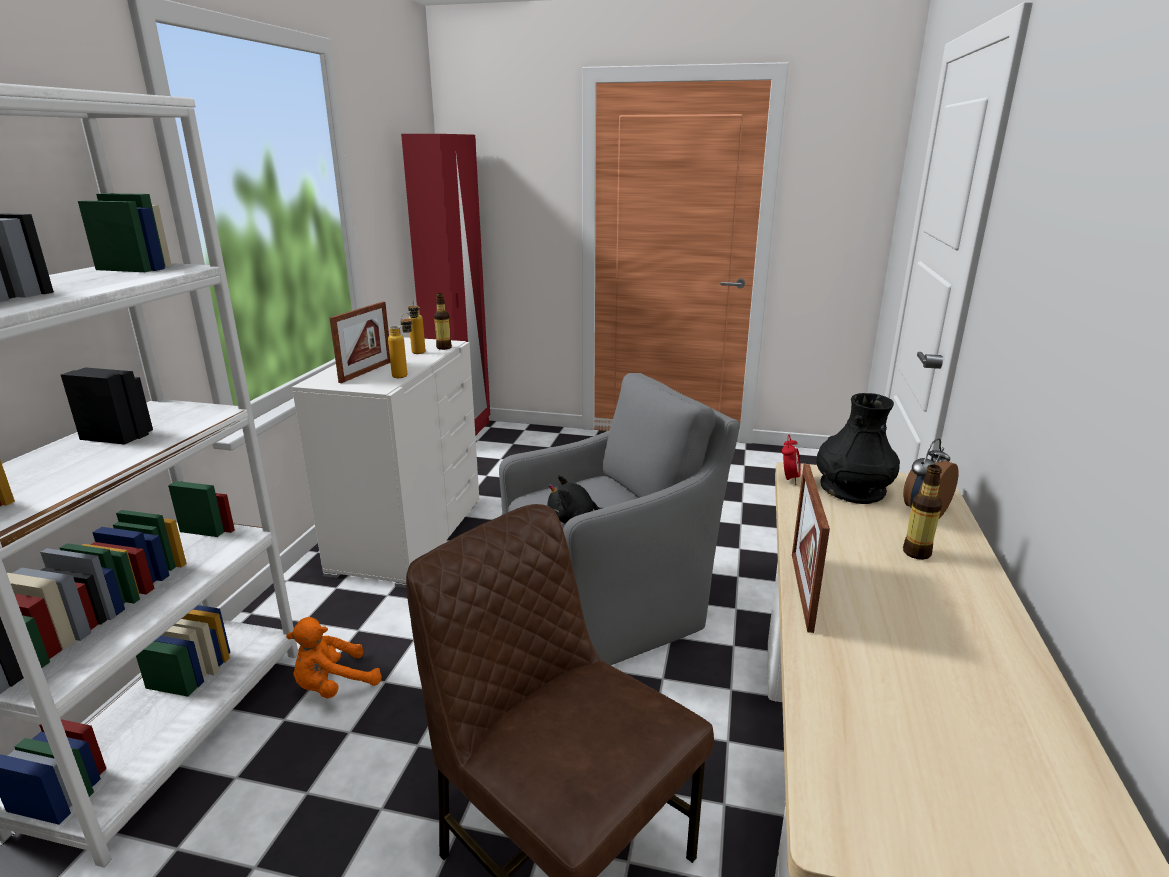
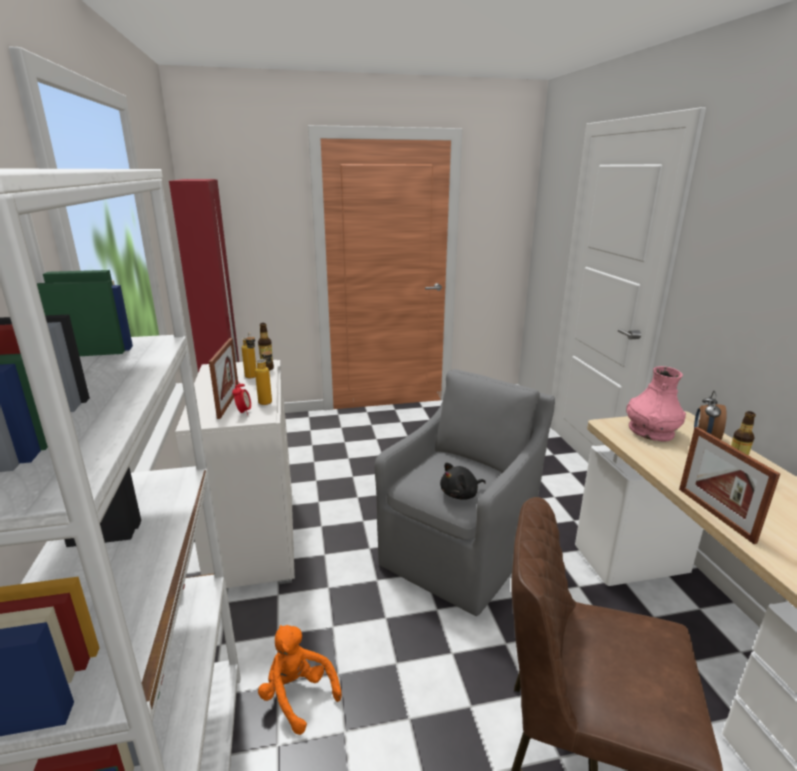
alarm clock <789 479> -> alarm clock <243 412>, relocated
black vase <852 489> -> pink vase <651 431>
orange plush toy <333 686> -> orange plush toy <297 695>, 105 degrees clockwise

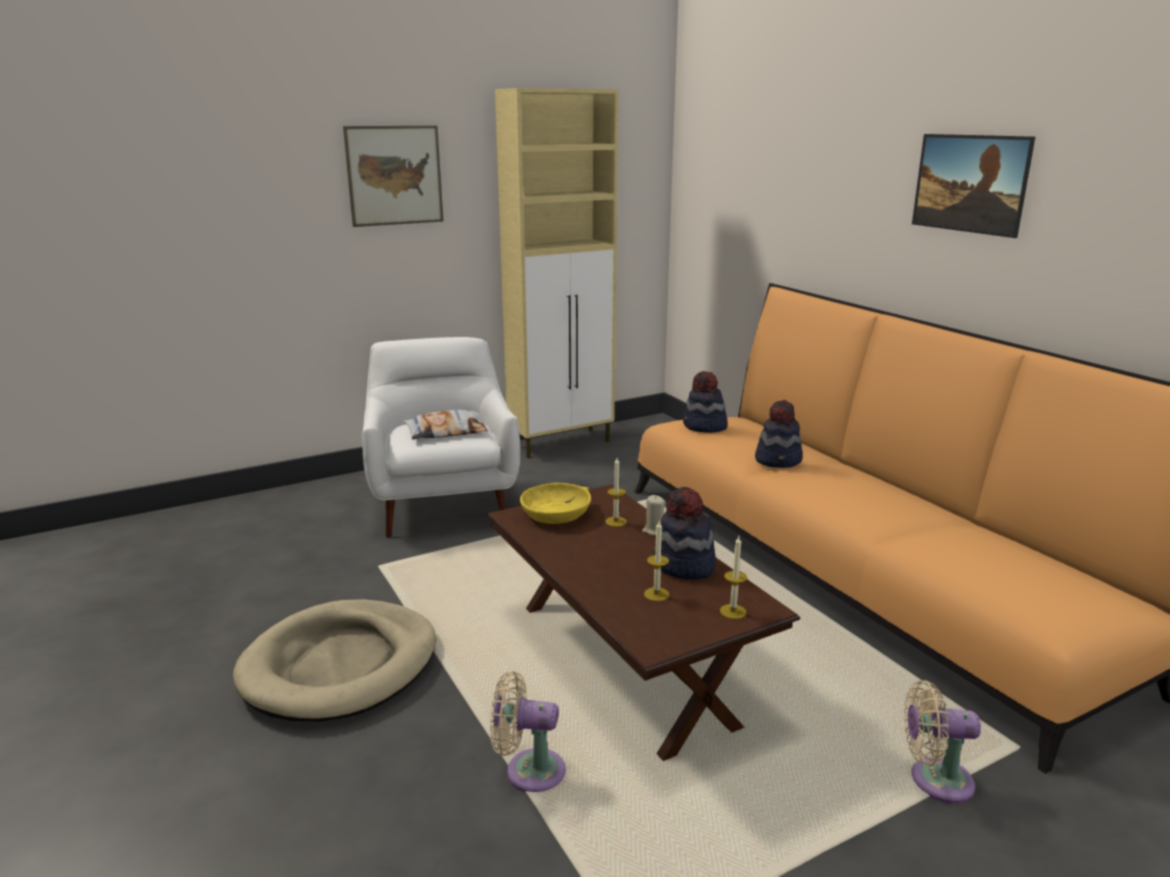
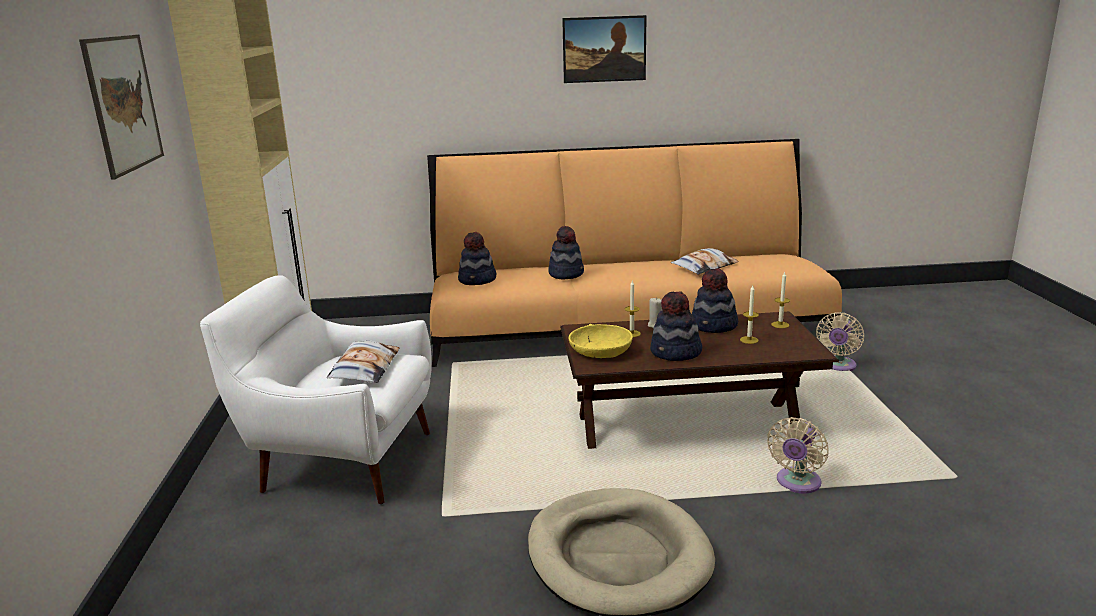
none -> hat <675 353>
none -> pillow <704 267>

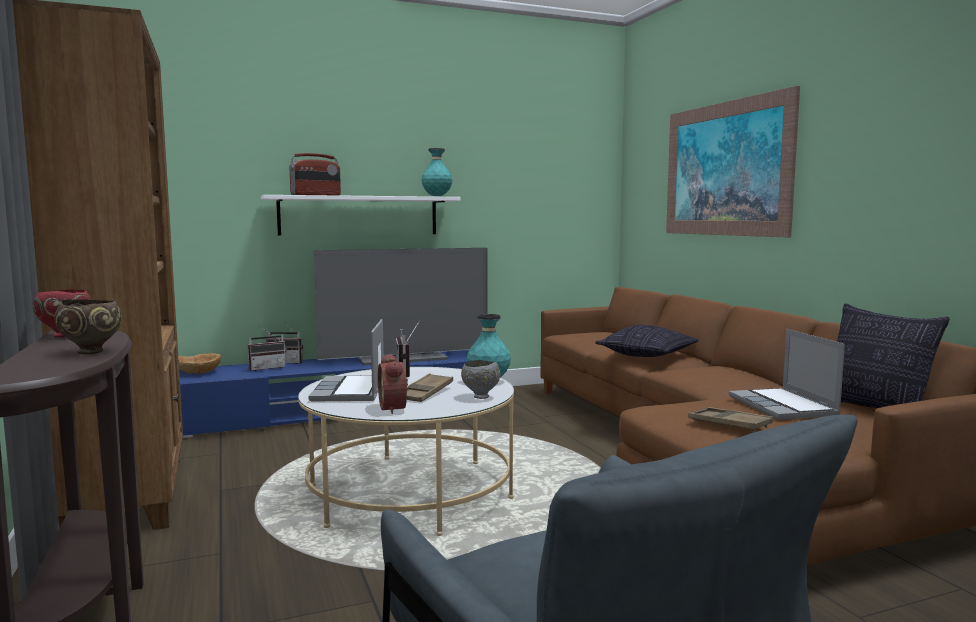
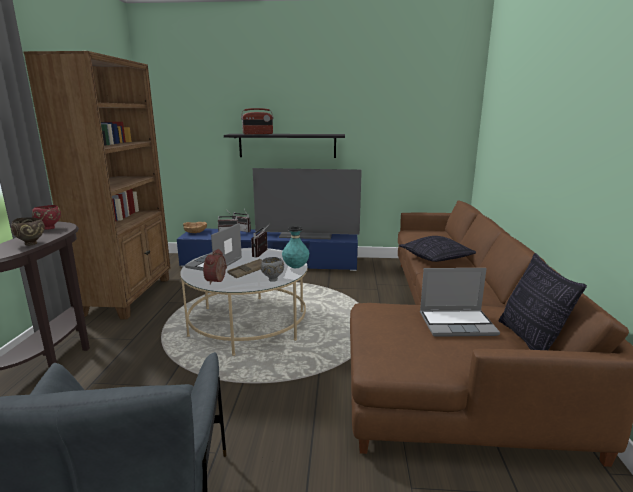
turquoise vase <437 196> -> none
picture <725 169> -> none
brown tray <729 424> -> none
white shelf <359 215> -> black shelf <287 145>
laptop <784 406> -> laptop <457 324>, 105 degrees counterclockwise

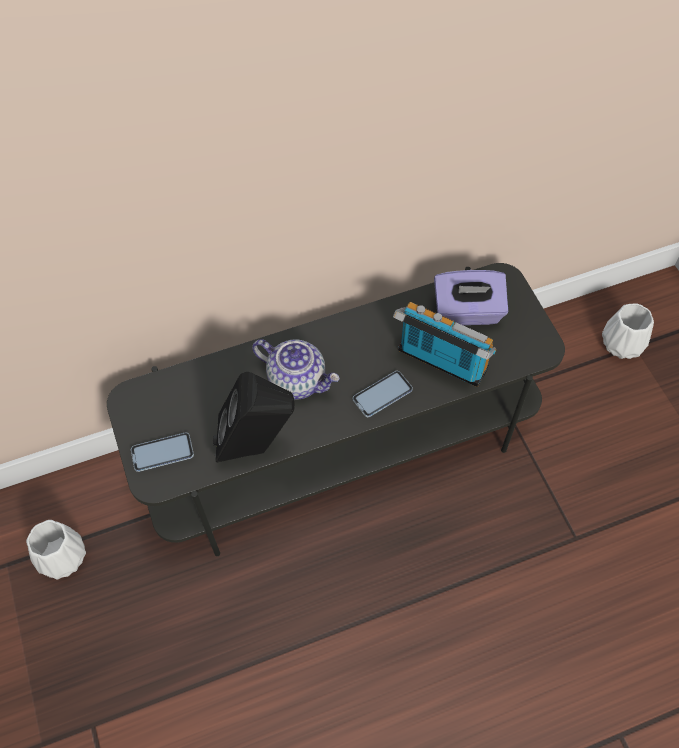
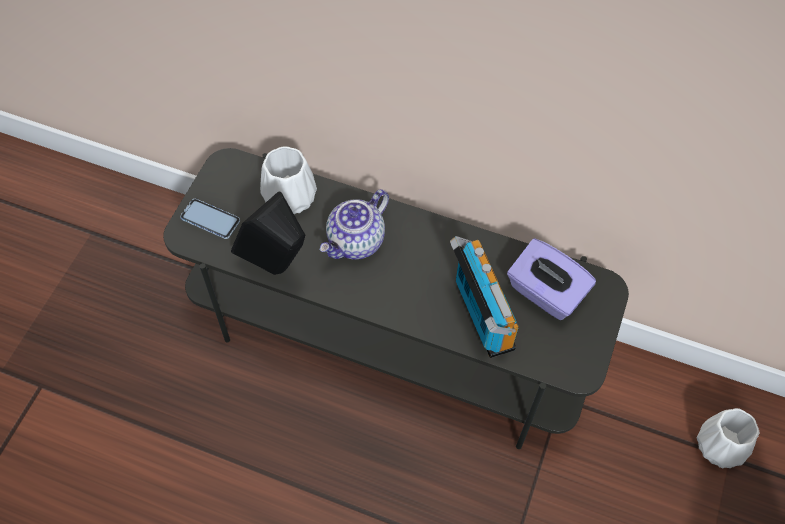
phone <382 394> -> none
white vase <63 556> -> white vase <291 197>, relocated
teapot <298 380> -> teapot <356 242>, 60 degrees clockwise

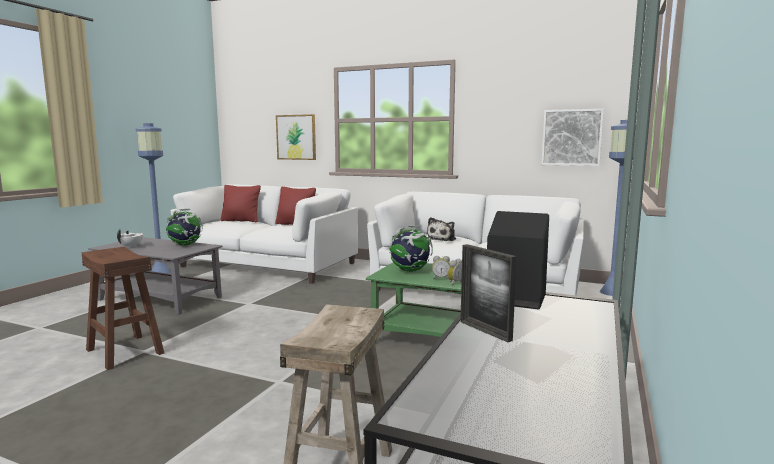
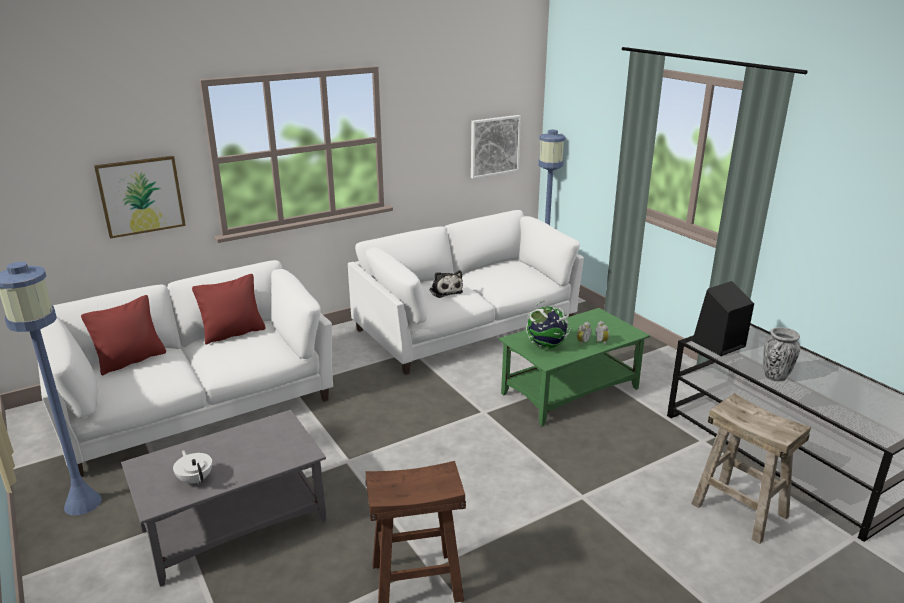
globe <185 245> -> none
picture frame <485 330> -> vase <775 377>

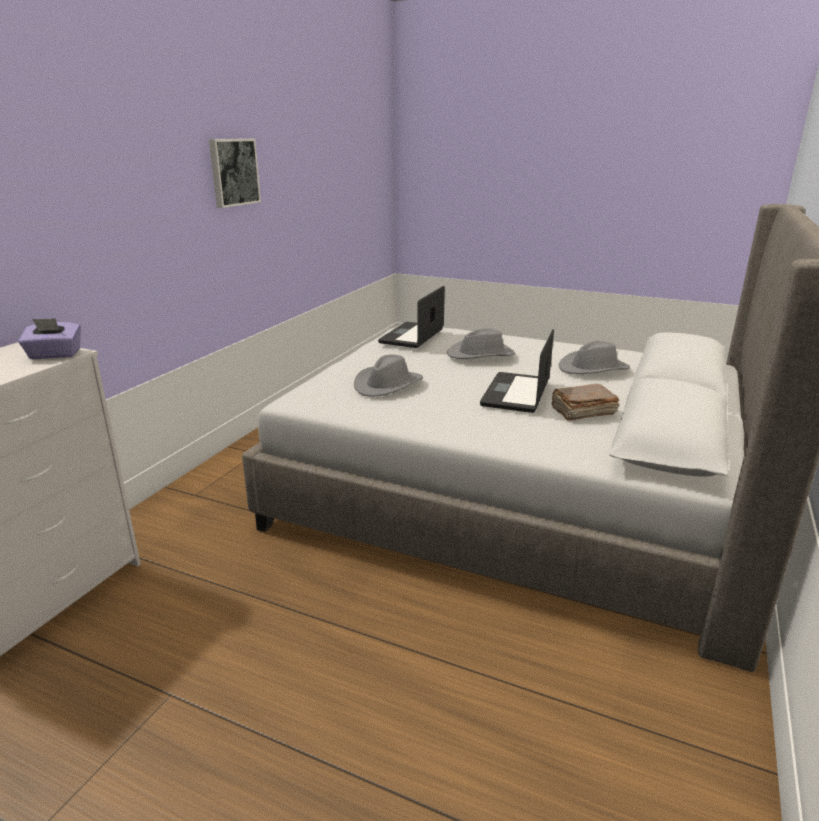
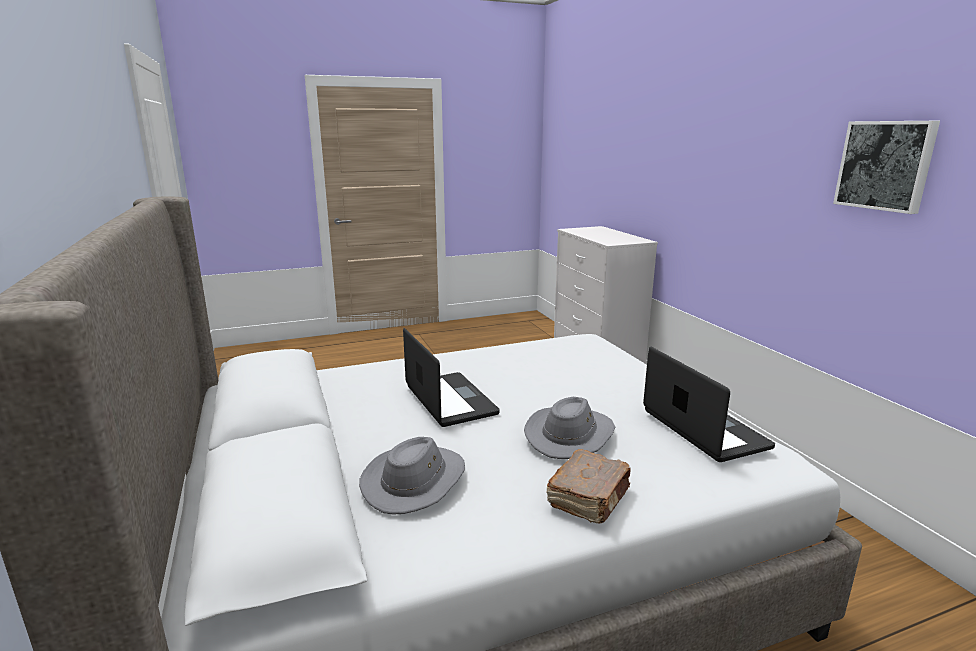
purple tissue box <55 355> -> none
grey hat <388 385> -> none
brown book <582 412> -> brown book <589 498>, relocated

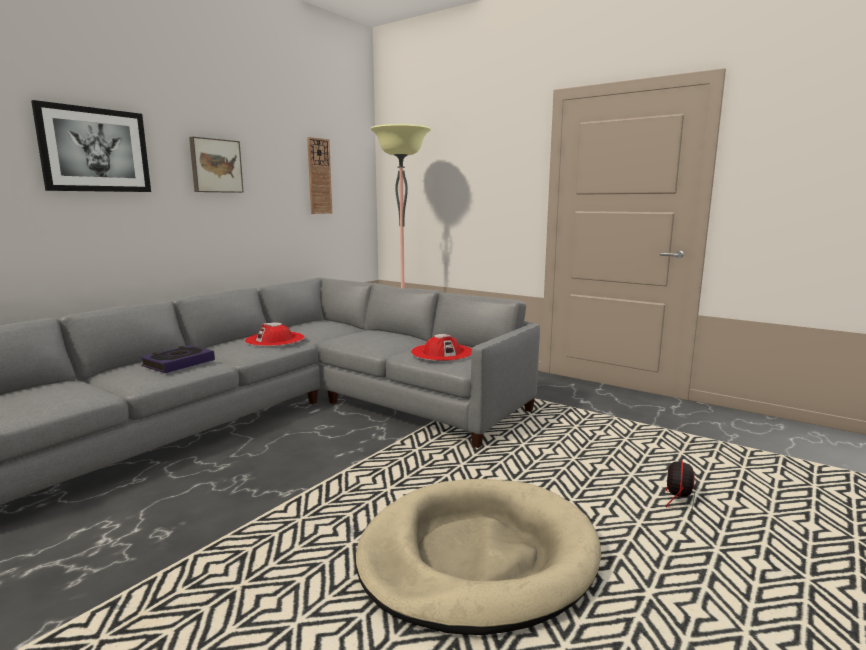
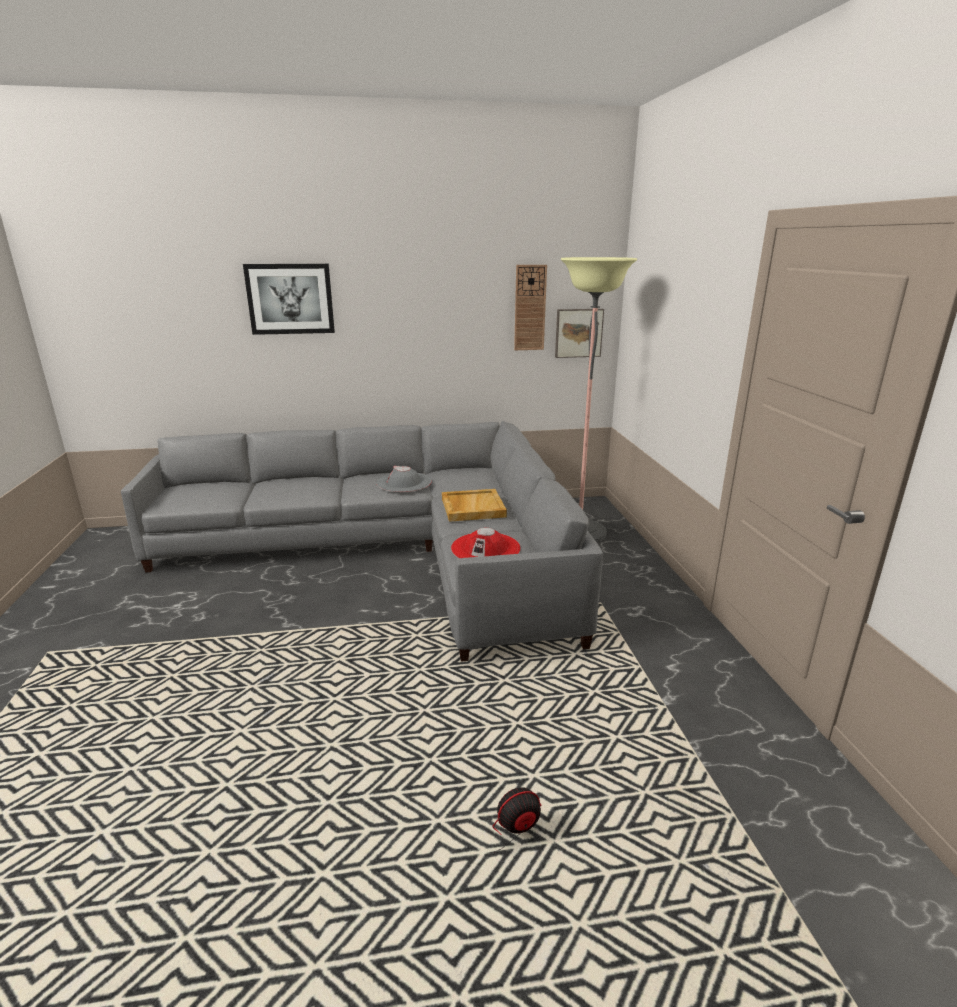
book <178 363> -> none
beige dog bed <477 558> -> none
none -> beige tray <472 507>
picture <215 166> -> picture <578 333>, relocated
red hat <275 339> -> grey hat <404 482>

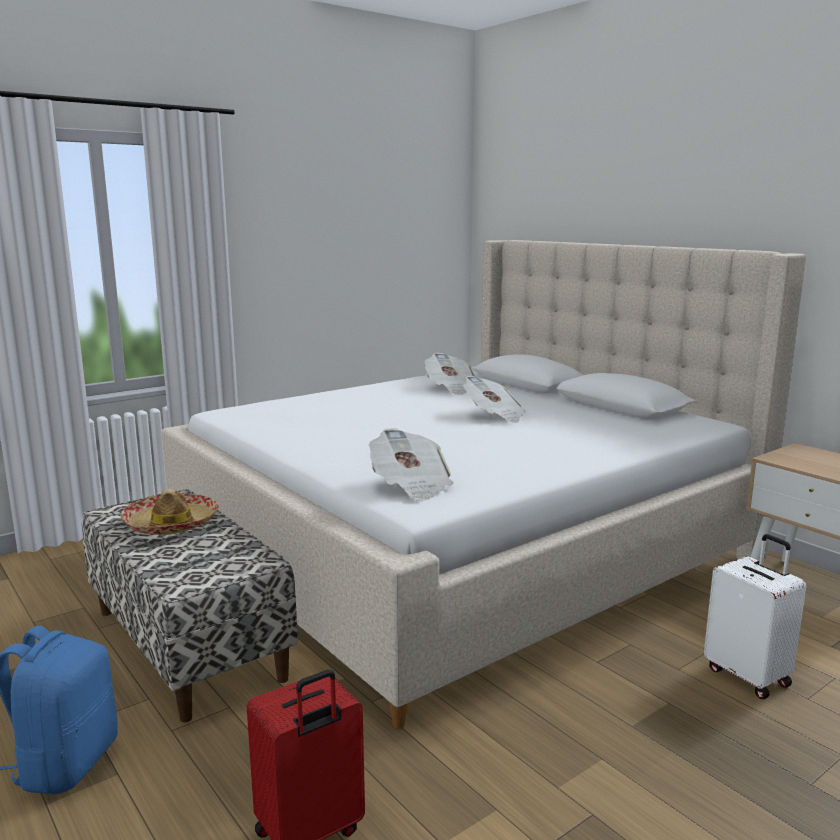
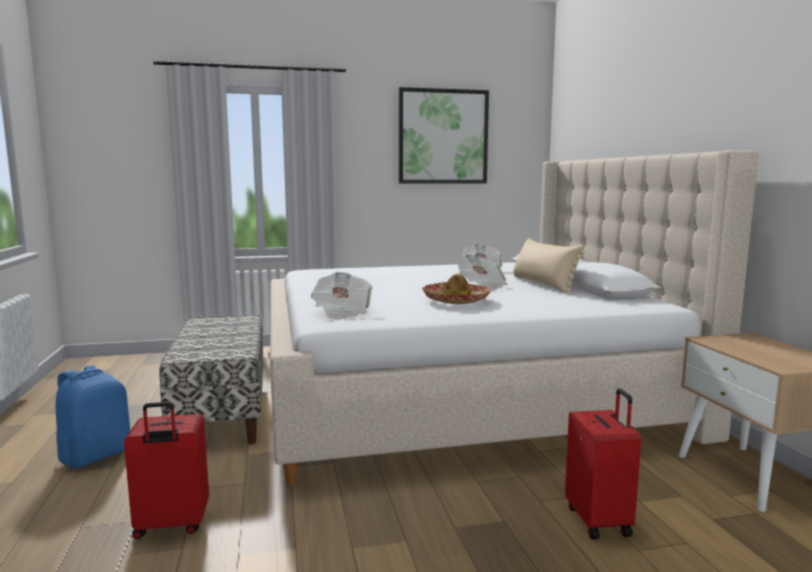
none -> picture <443 137>
none -> beige pillow <543 284>
hat <171 524> -> hat <456 300>, relocated
white suitcase <748 676> -> red suitcase <599 520>

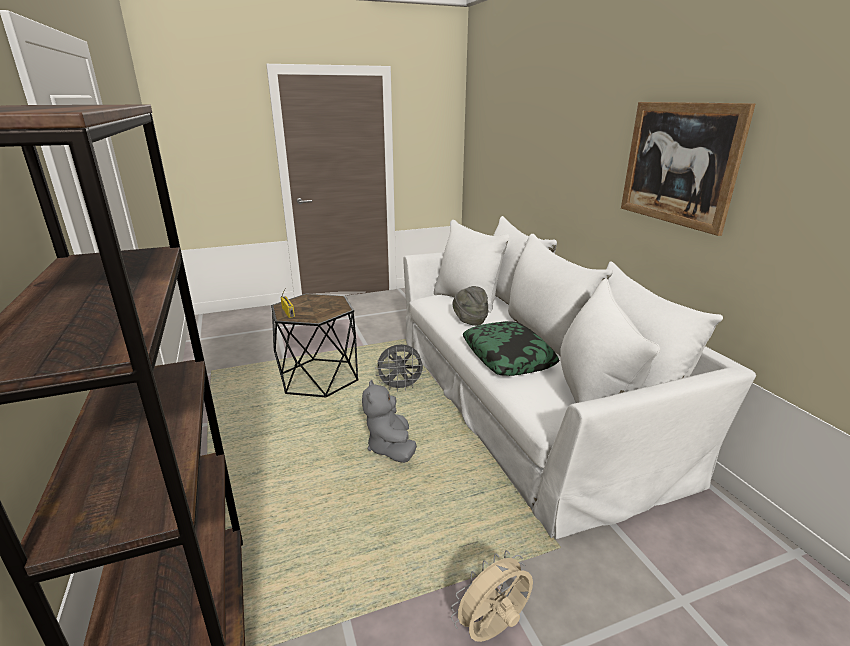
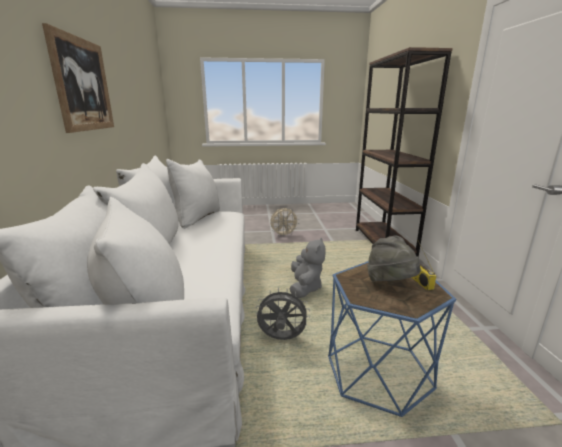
pillow <508 357> -> none
grey hat <469 320> -> grey hat <390 283>, relocated
black side table <319 378> -> blue side table <378 372>

